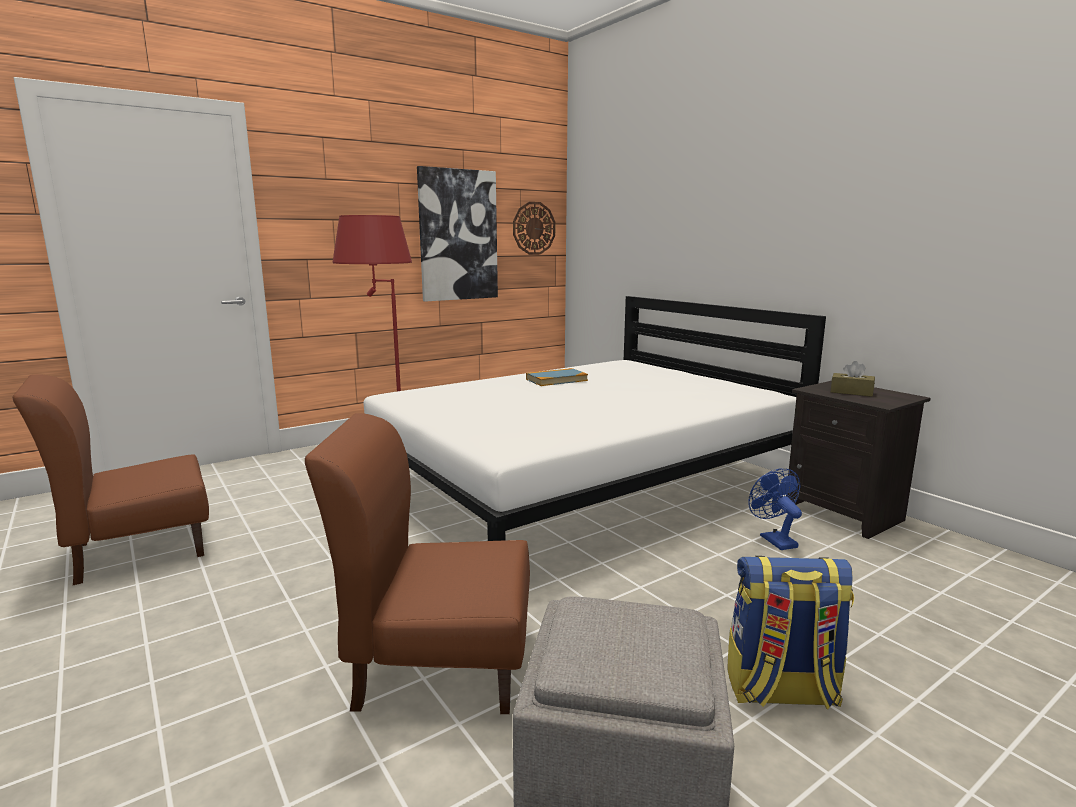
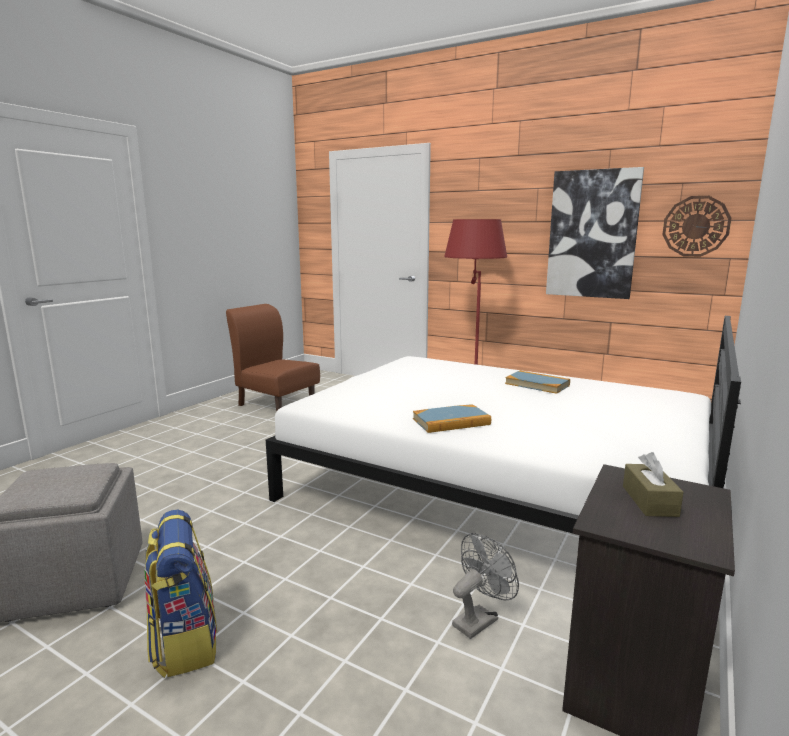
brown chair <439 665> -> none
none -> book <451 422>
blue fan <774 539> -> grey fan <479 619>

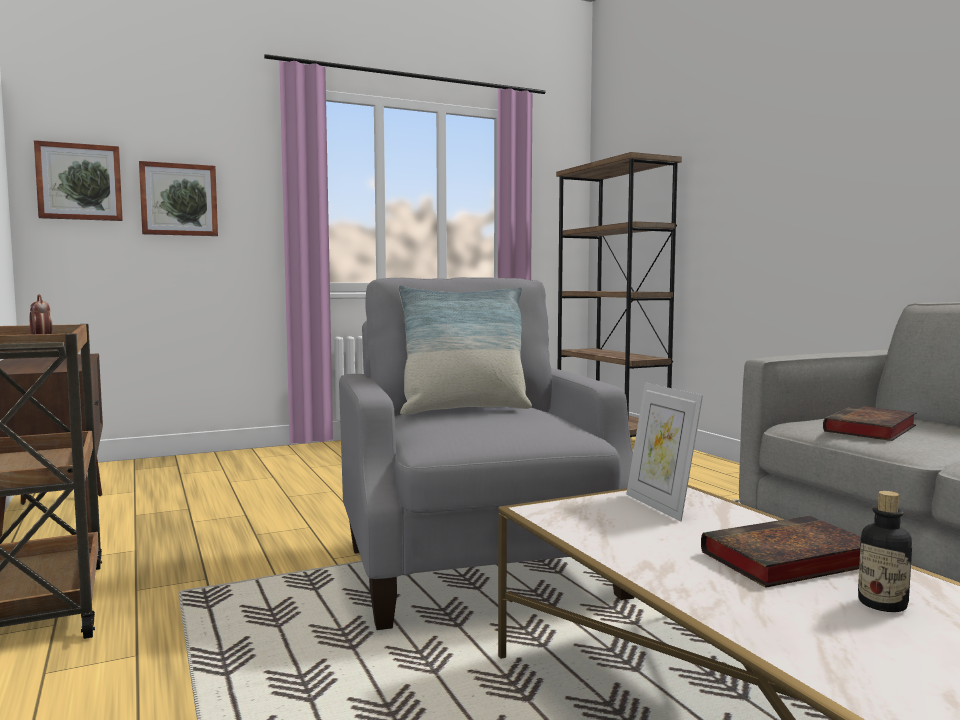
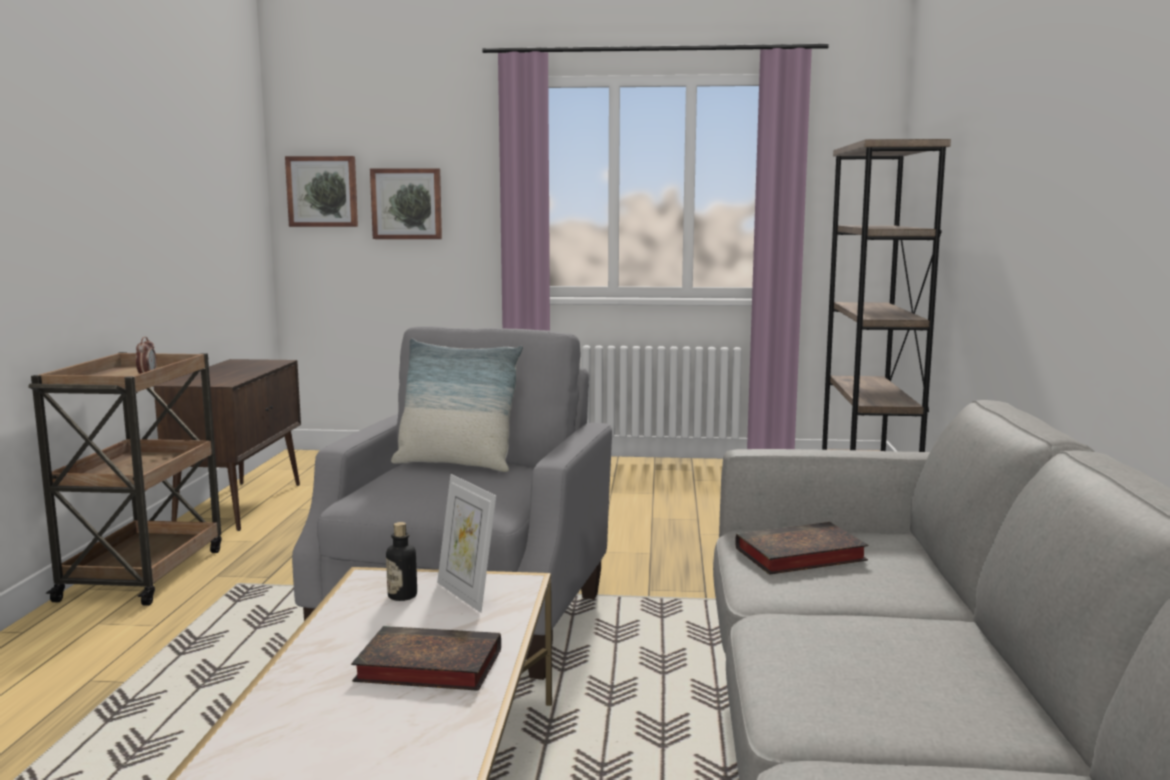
bottle <882 604> -> bottle <402 596>, relocated
picture frame <660 506> -> picture frame <466 594>, 45 degrees counterclockwise

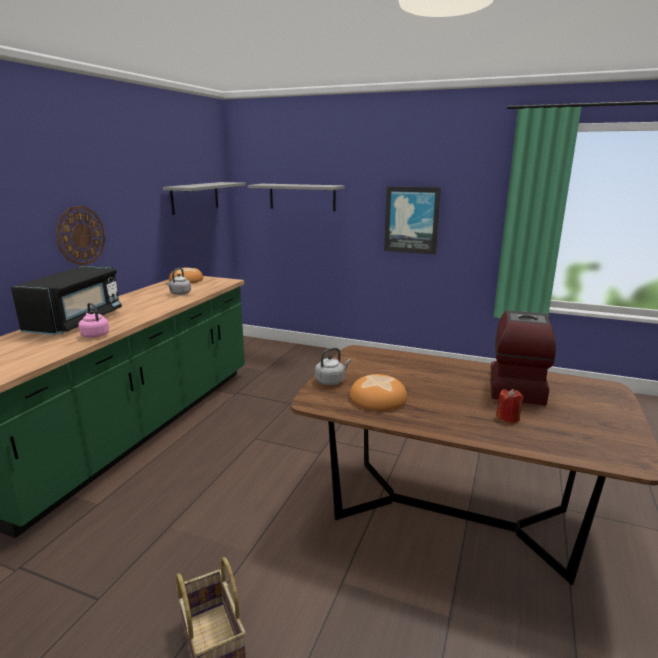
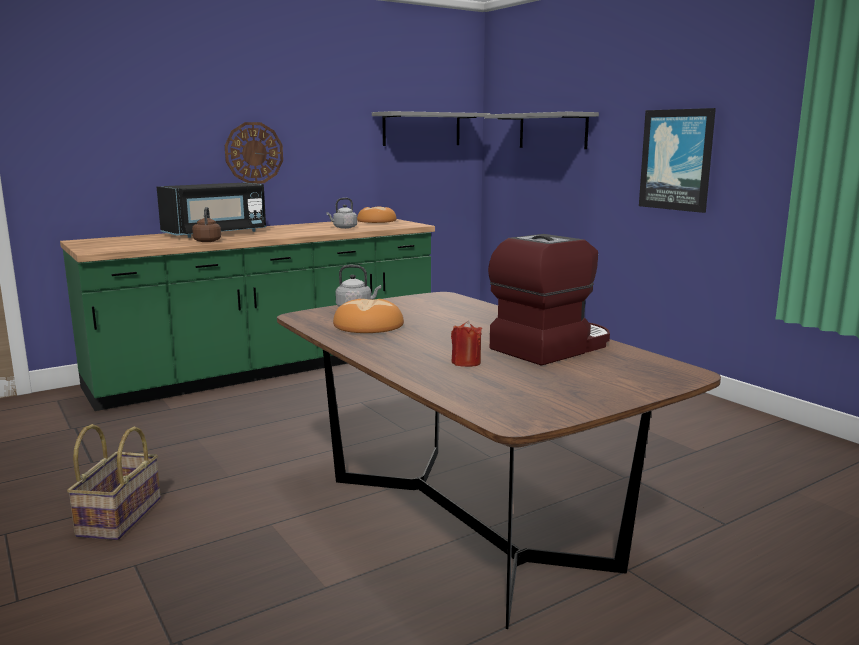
pink kettle <94 335> -> brown kettle <207 241>

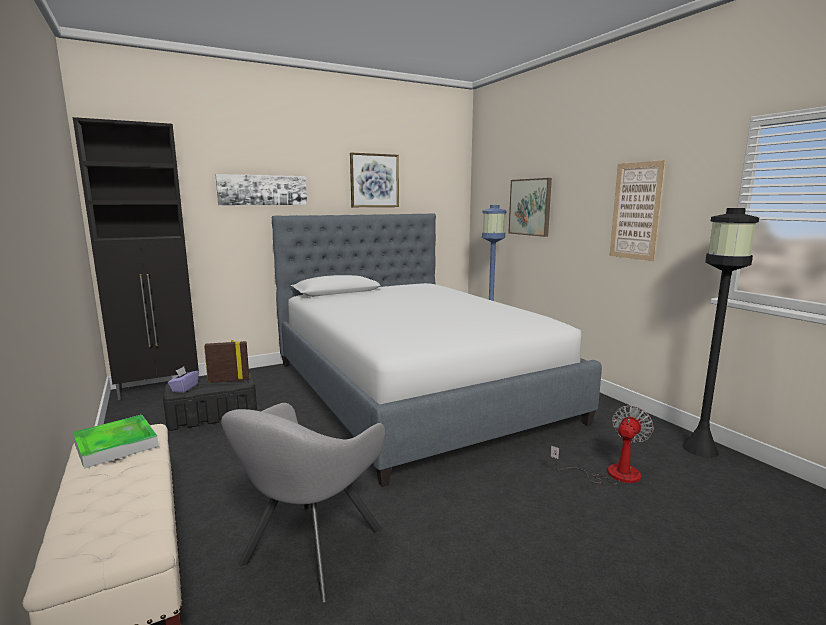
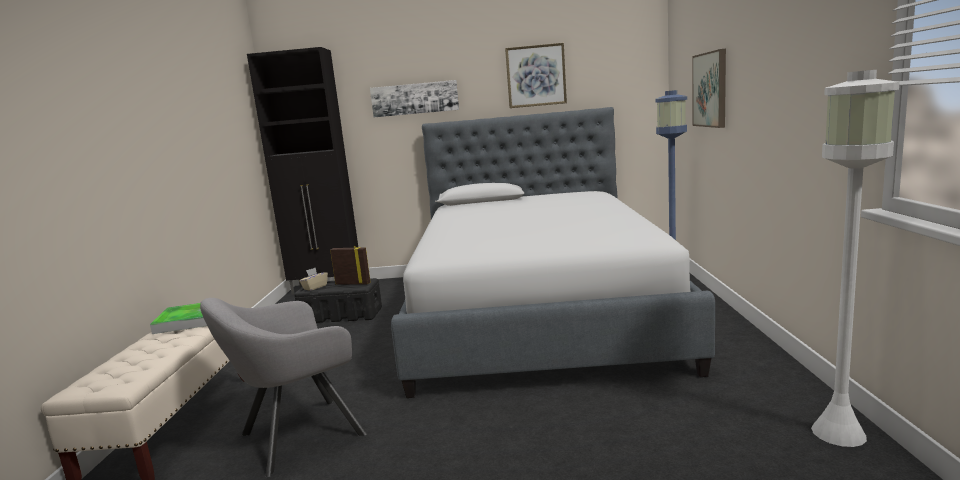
fan <611 474> -> none
picture <636 211> -> none
purple tissue box <184 388> -> beige tissue box <315 287>
black floor lamp <701 449> -> white floor lamp <839 433>

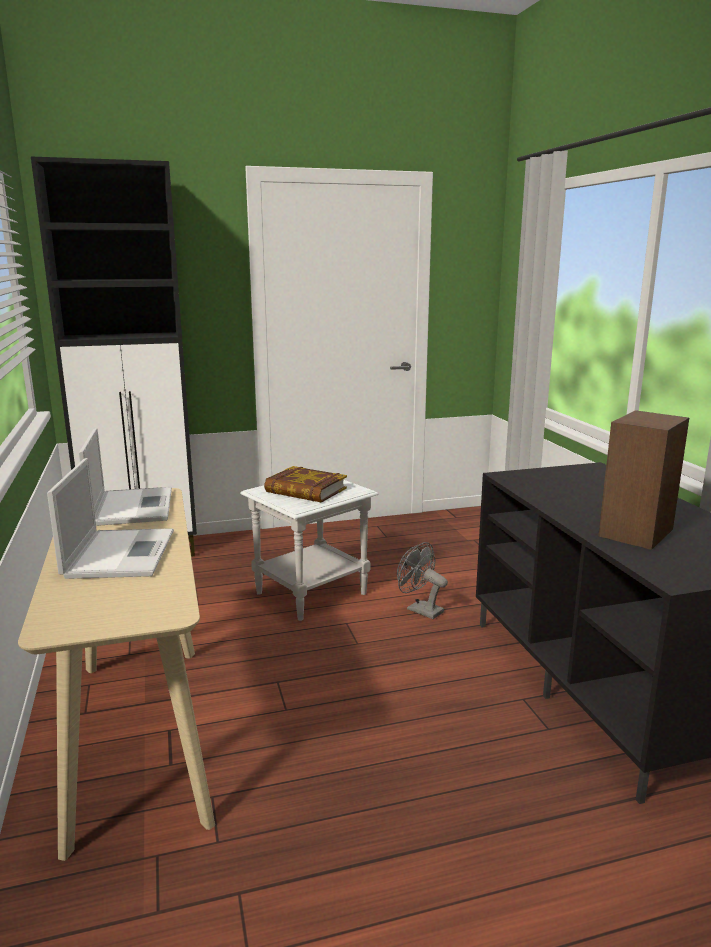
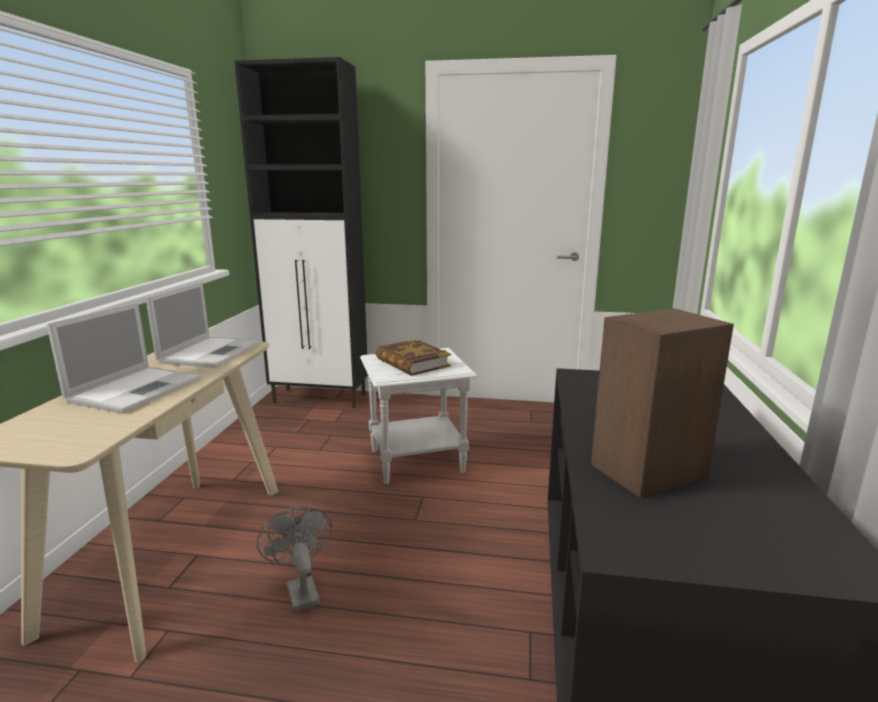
grey fan <420 609> -> grey fan <300 590>, relocated

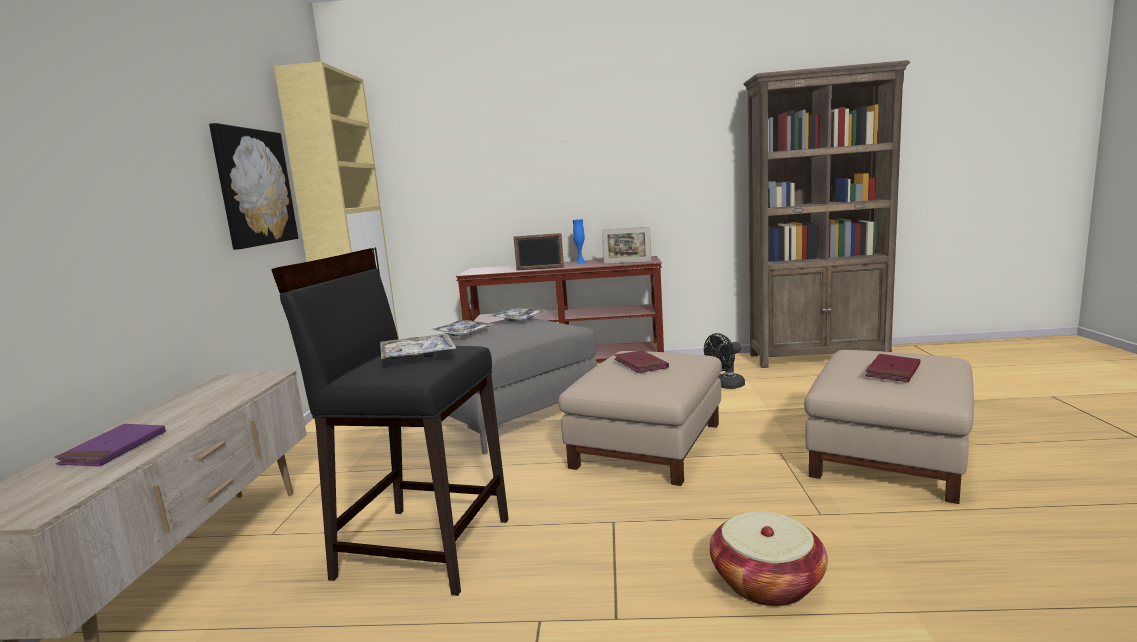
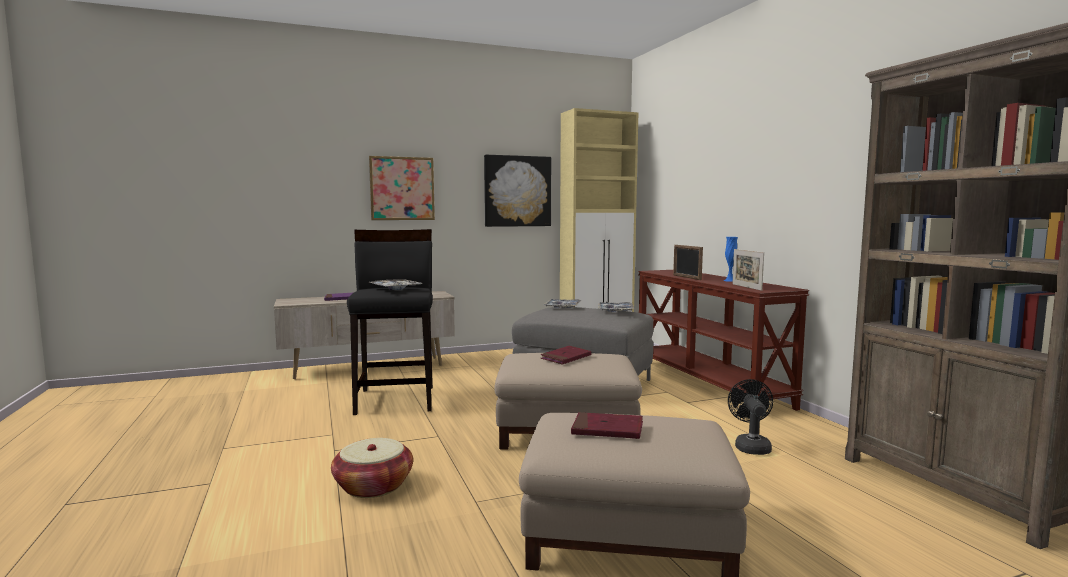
none -> picture <402 188>
black fan <726 386> -> black fan <750 446>, 60 degrees clockwise

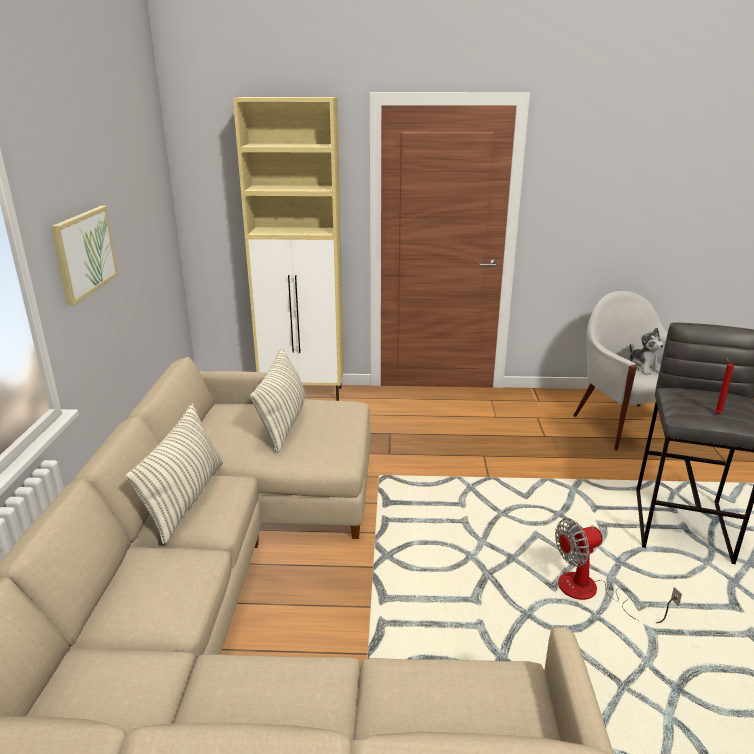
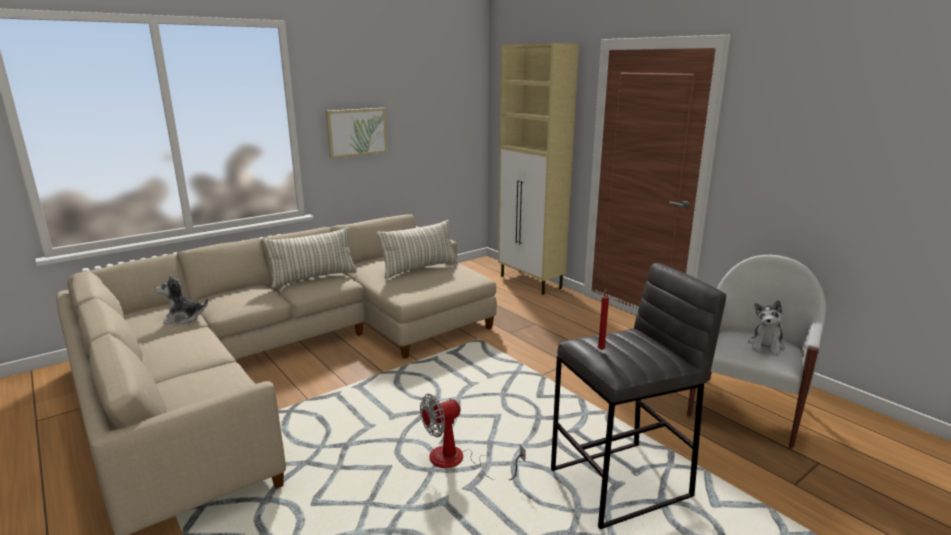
none -> plush toy <184 318>
fan <592 593> -> fan <458 461>, 60 degrees counterclockwise

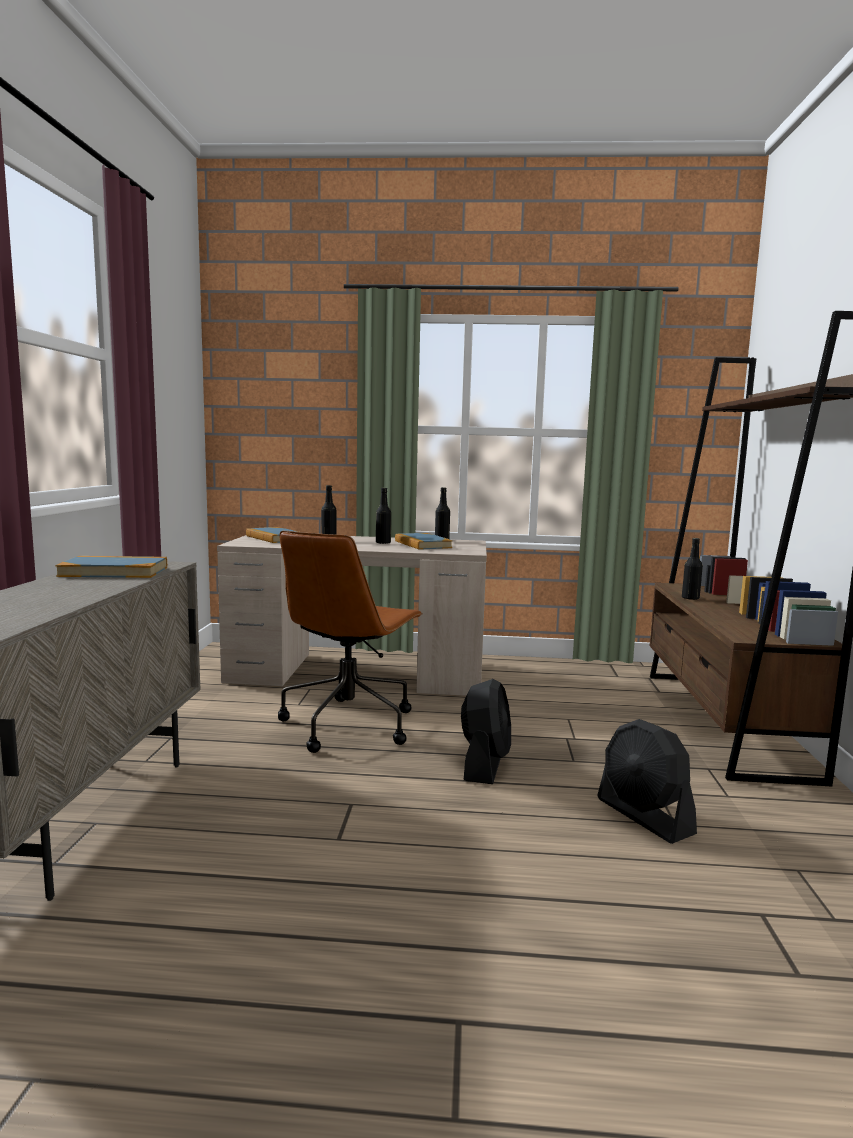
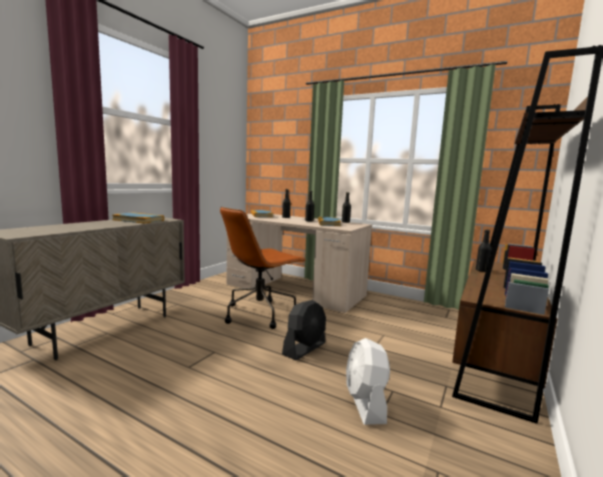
black fan <644 816> -> white fan <365 403>

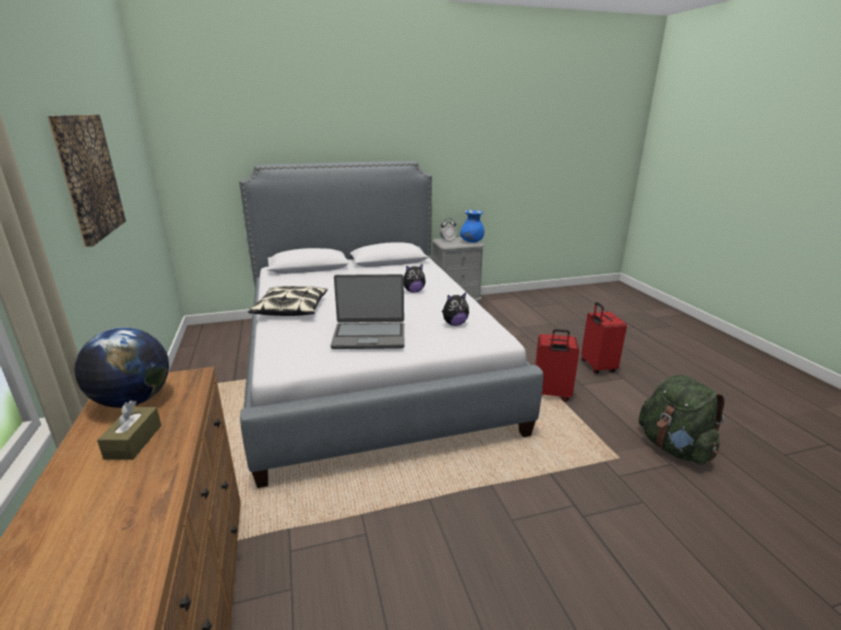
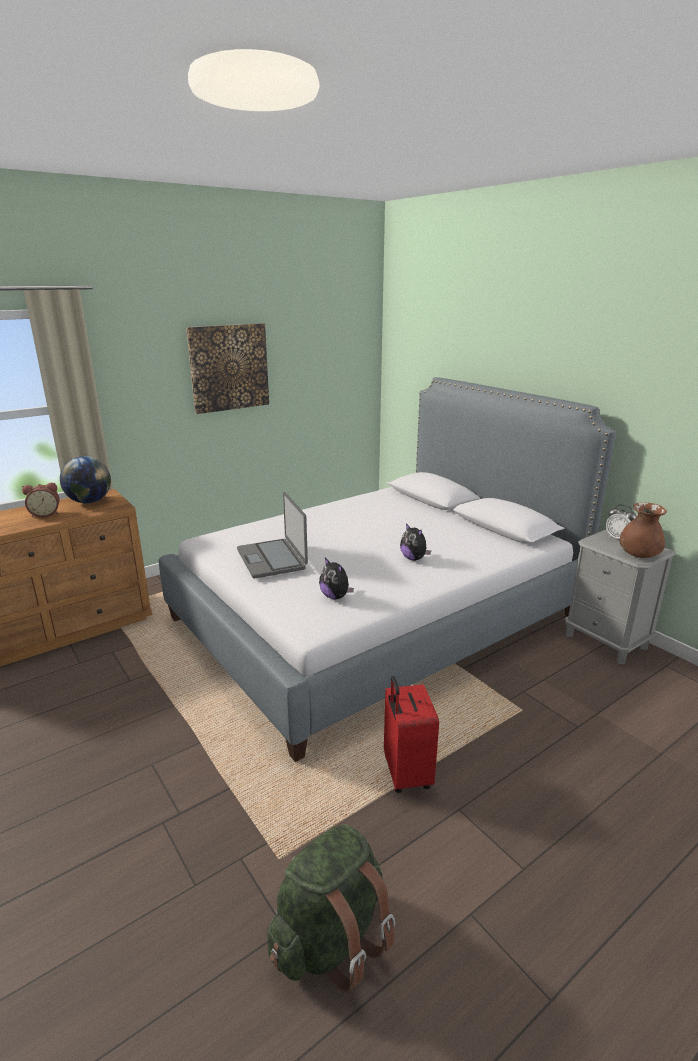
pillow <291 309> -> none
red suitcase <596 367> -> none
brown tissue box <134 441> -> alarm clock <45 514>
blue vase <471 242> -> brown vase <638 555>

